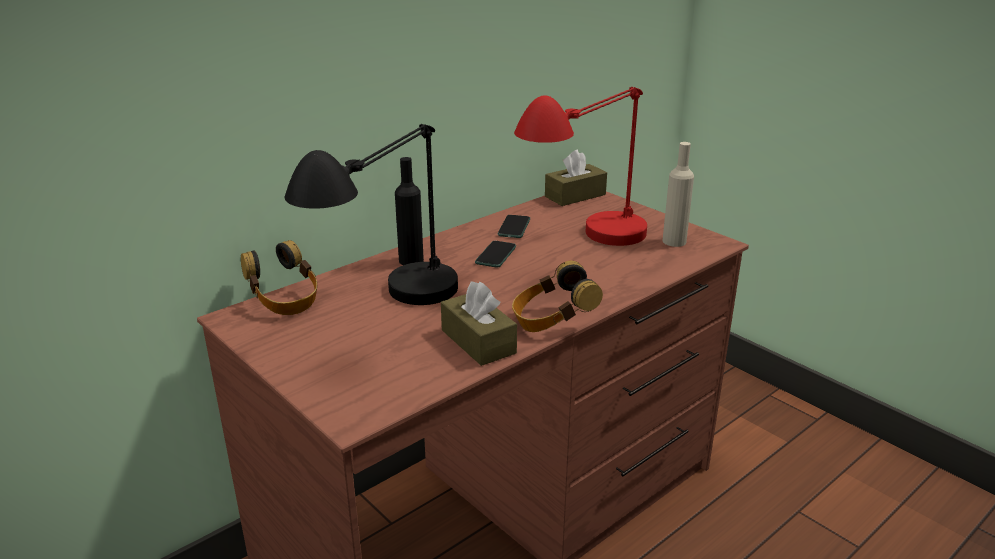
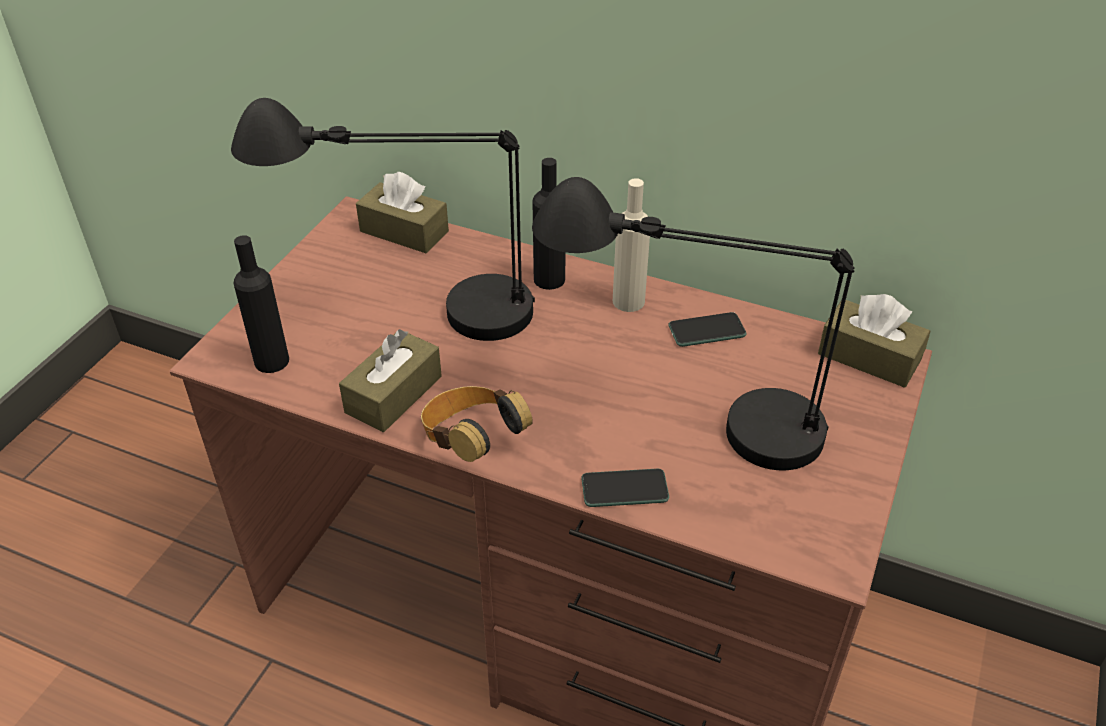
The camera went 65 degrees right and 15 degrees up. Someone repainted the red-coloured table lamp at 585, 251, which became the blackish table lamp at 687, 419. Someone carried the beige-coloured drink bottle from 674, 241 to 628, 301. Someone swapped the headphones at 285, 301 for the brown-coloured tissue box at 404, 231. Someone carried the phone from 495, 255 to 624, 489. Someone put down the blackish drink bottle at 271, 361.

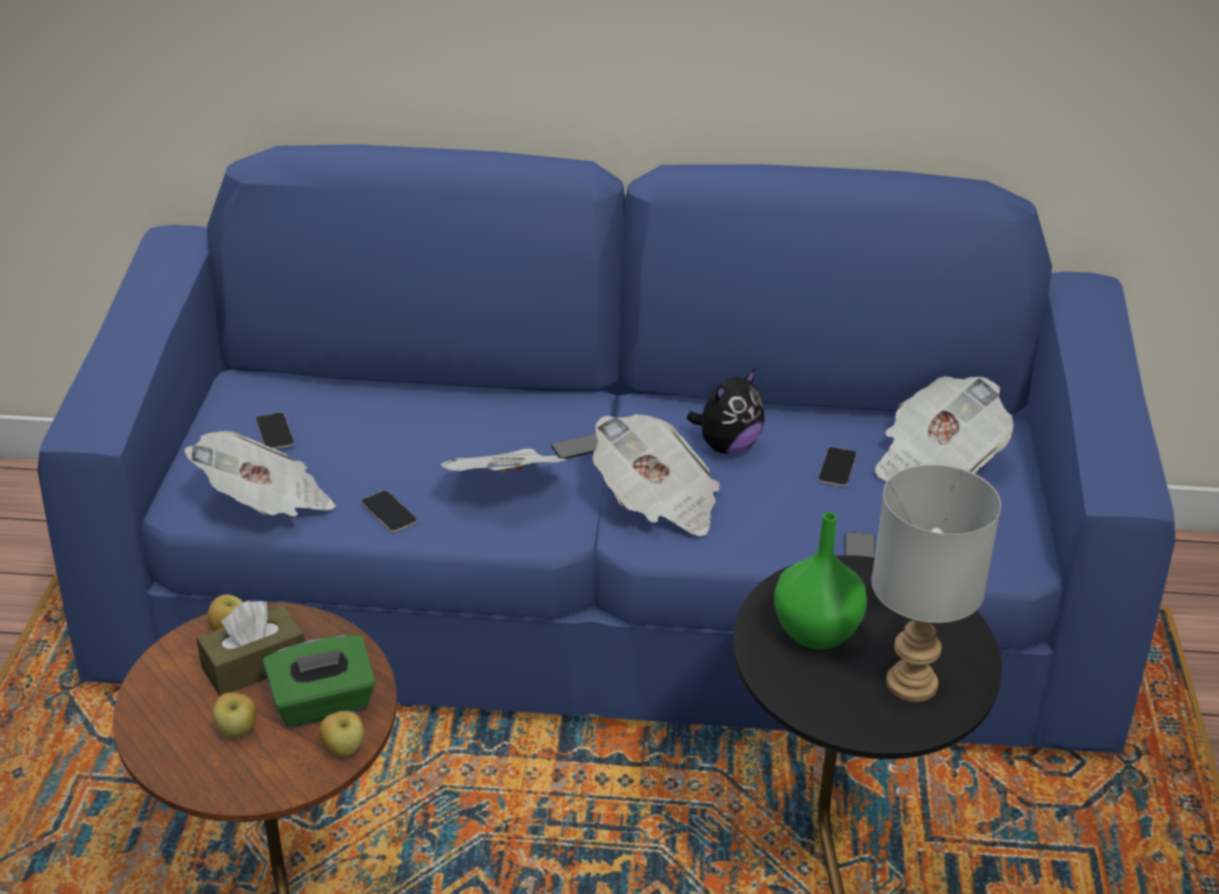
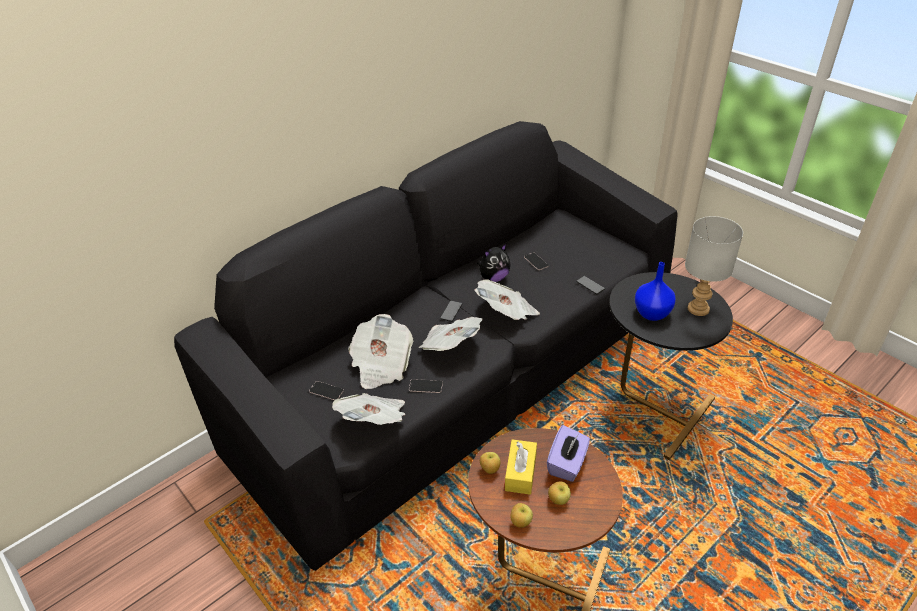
The camera went 45 degrees left and 5 degrees up. Someone repainted the blue-coloured couch at 610, 609, which became the blackish couch at 461, 376. Someone rotated the cuddly toy at 727, 446 by 60 degrees clockwise. Someone carried the printed paper from 935, 464 to 381, 365. Someone repainted the greenish vase at 817, 634, which became the blue-coloured vase at 653, 314. Someone repainted the brown-coloured tissue box at 254, 665, which became the yellow tissue box at 520, 473. Someone repainted the greenish tissue box at 323, 704, which became the purplish tissue box at 567, 464. Someone carried the whole apple from 344, 750 to 520, 522.

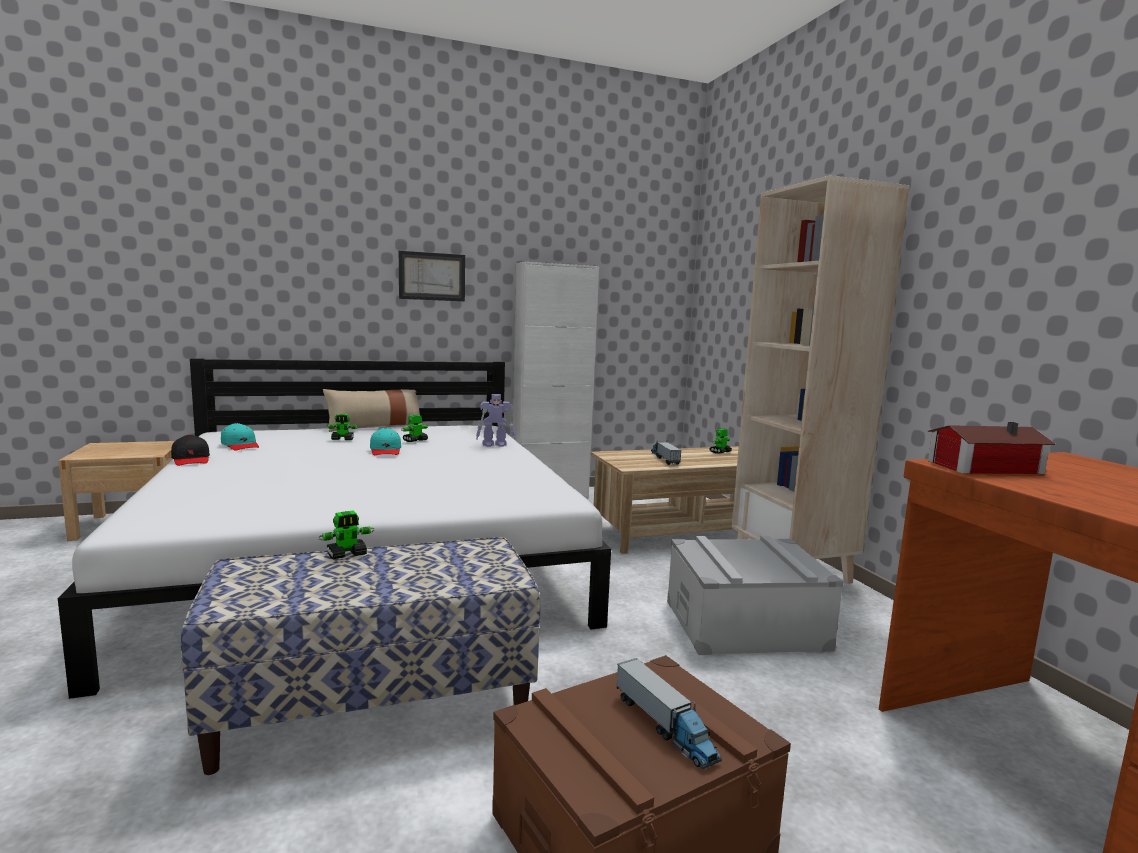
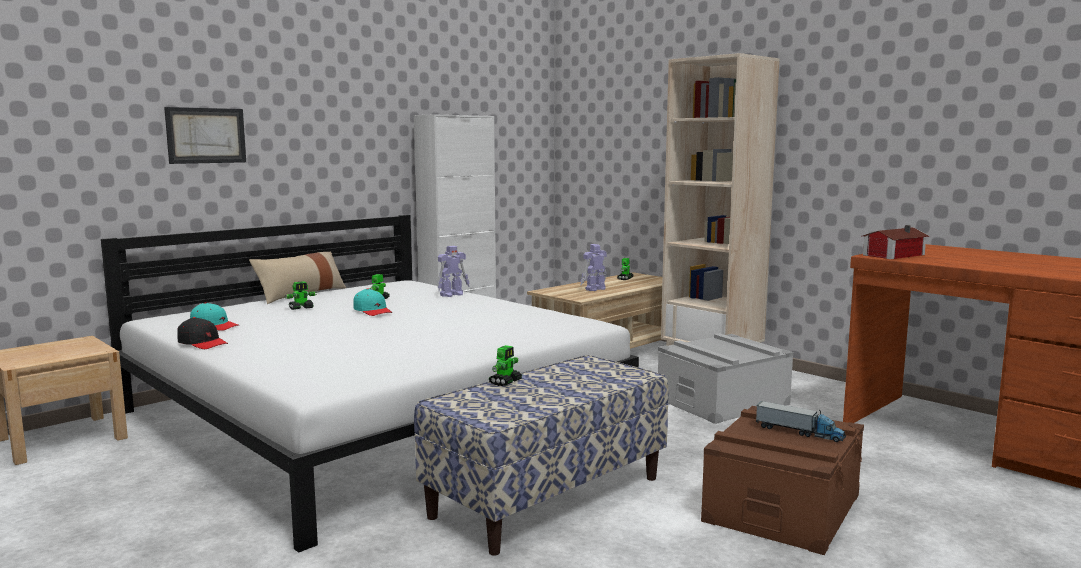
The camera went 25 degrees left and 0 degrees up. Someone carried the wall art from 432, 276 to 206, 135. Someone swapped the toy lorry at 664, 459 for the toy robot at 594, 289.

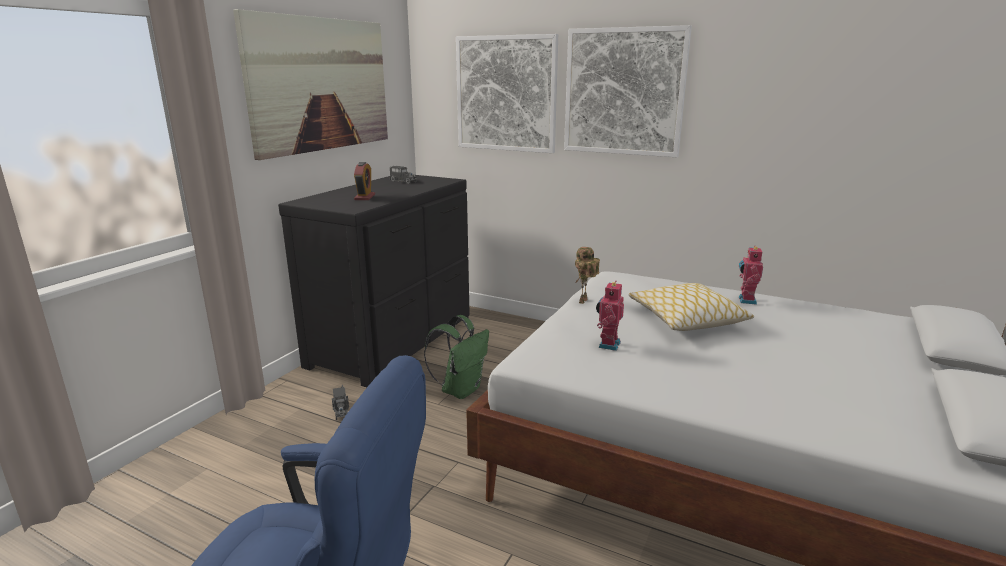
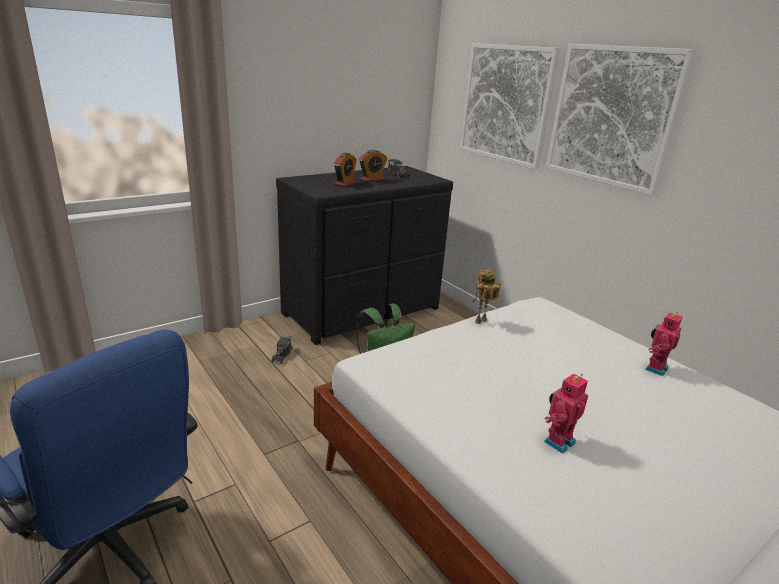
The camera went 25 degrees right and 5 degrees up. Someone took away the wall art at 320, 84. Someone carried the toy robot from 607, 344 to 557, 441. Someone took away the pillow at 686, 319. Someone put down the bedside clock at 372, 179.

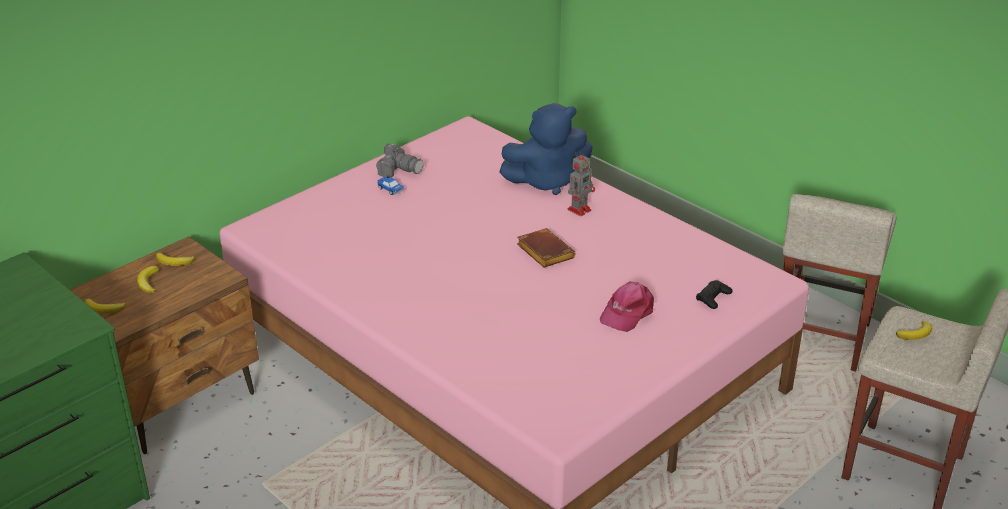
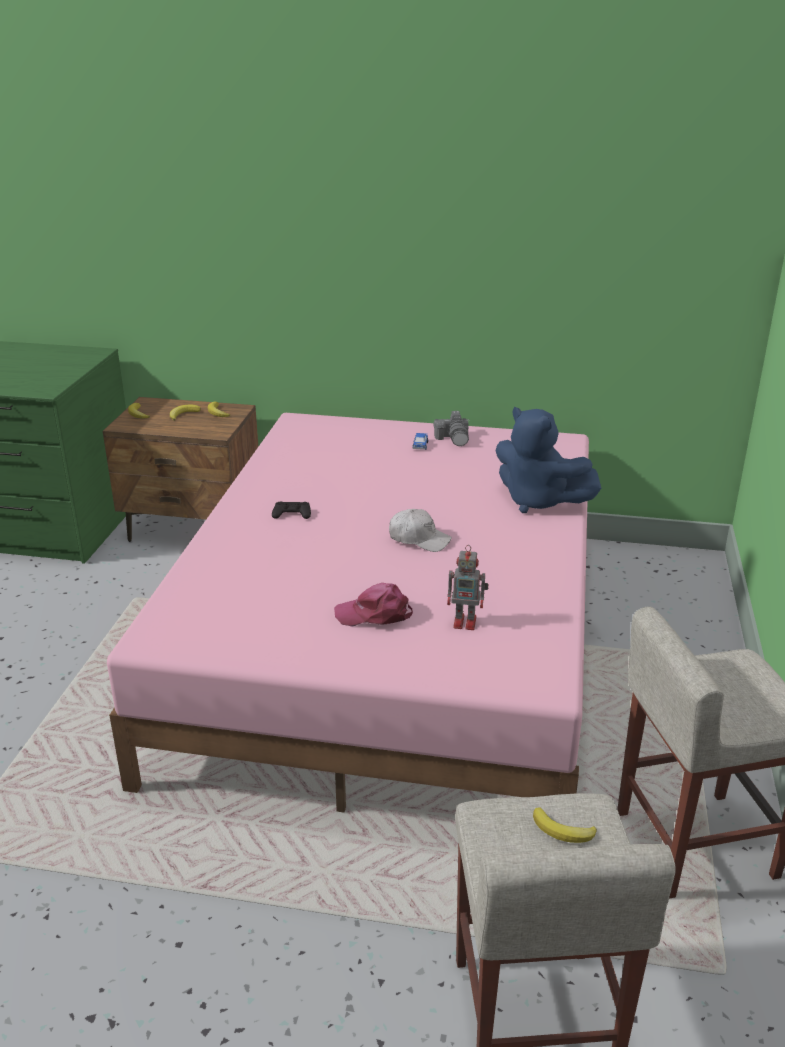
The camera went 55 degrees right and 5 degrees down. Someone carried the toy robot from 580, 209 to 466, 622. Someone swapped the brown-coloured book at 543, 252 for the white peaked cap at 419, 539. Someone carried the blackish joypad from 713, 298 to 292, 514.

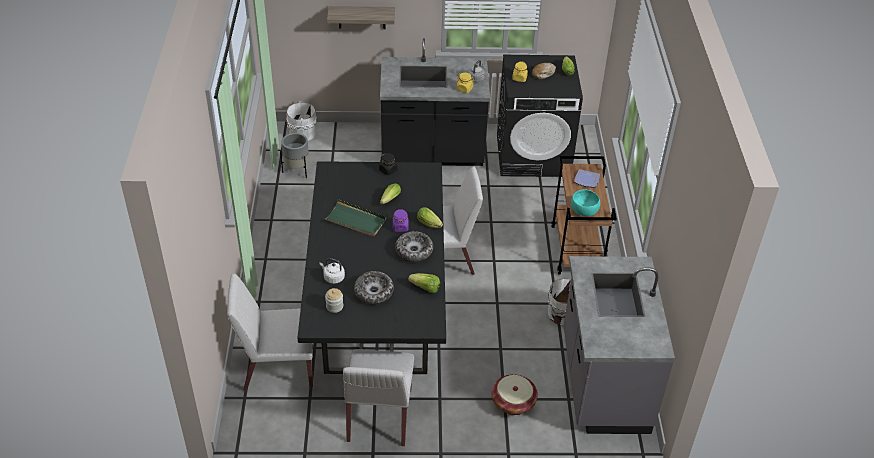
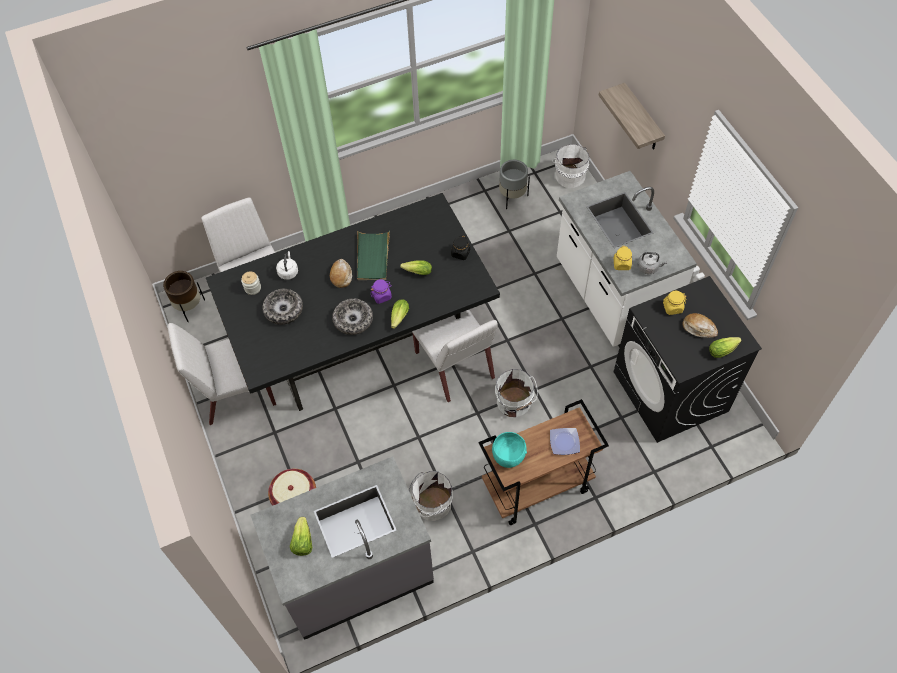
The camera went 70 degrees right and 15 degrees up. Someone repainted the blackish counter at 432, 153, which became the white counter at 611, 296. Someone carried the lettuce from 425, 288 to 302, 541. Someone put down the bakery bread at 341, 276. Someone put down the brown-coloured flower pot at 189, 307. Someone put down the white bucket at 514, 403.

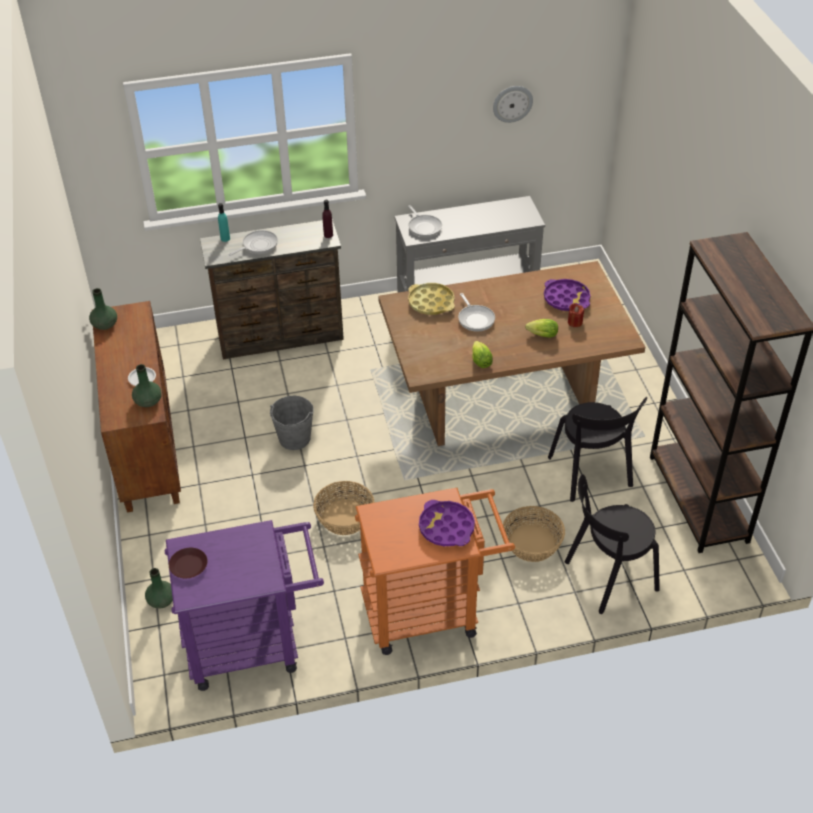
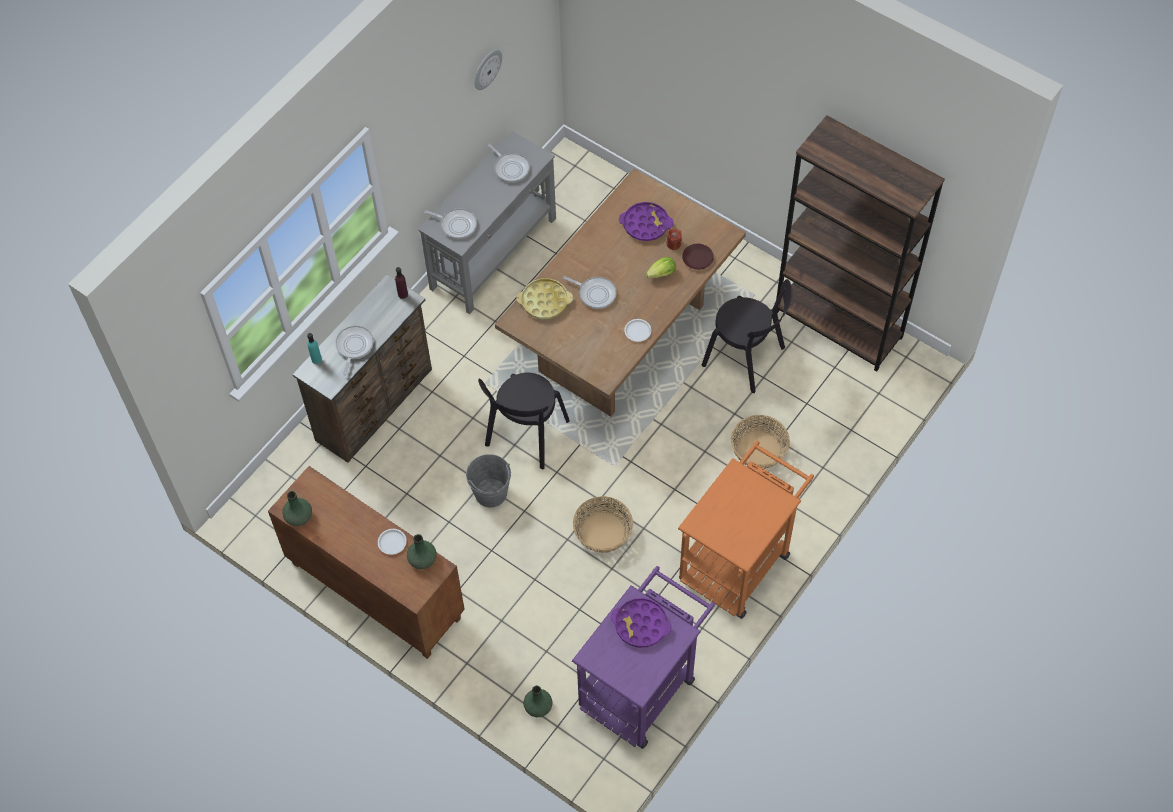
The camera went 40 degrees left and 15 degrees up. Someone swapped the lettuce at 480, 360 for the white dinner plate at 637, 331. Someone carried the blackish chair from 607, 577 to 525, 436. Someone carried the purplish tray from 446, 527 to 641, 625. Someone carried the brown-coloured dinner plate from 188, 565 to 697, 258. Someone put down the frying pan at 510, 168.

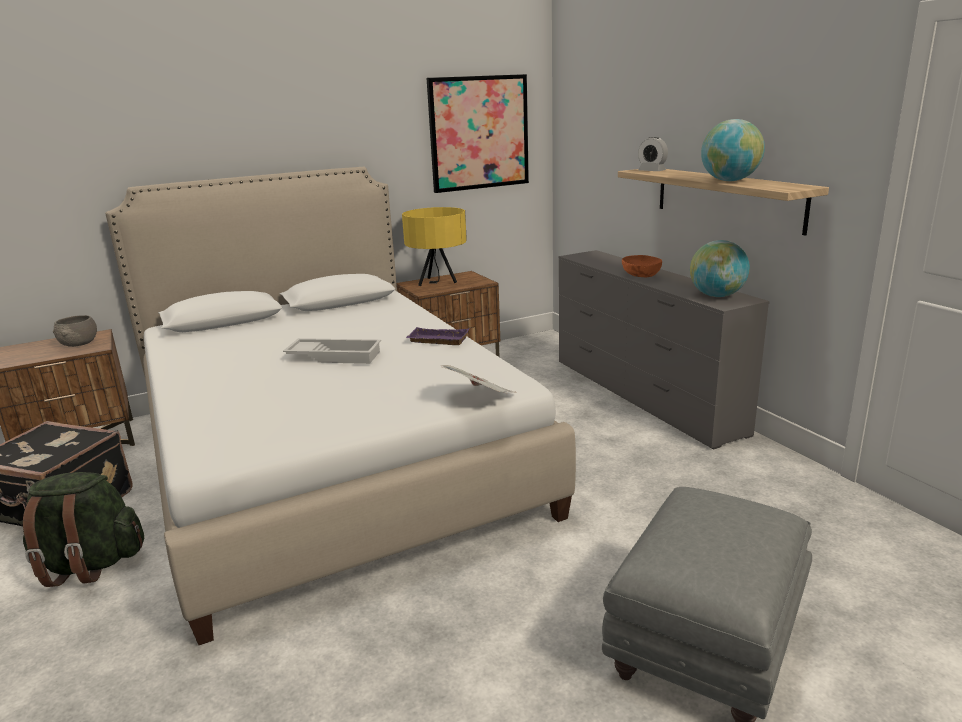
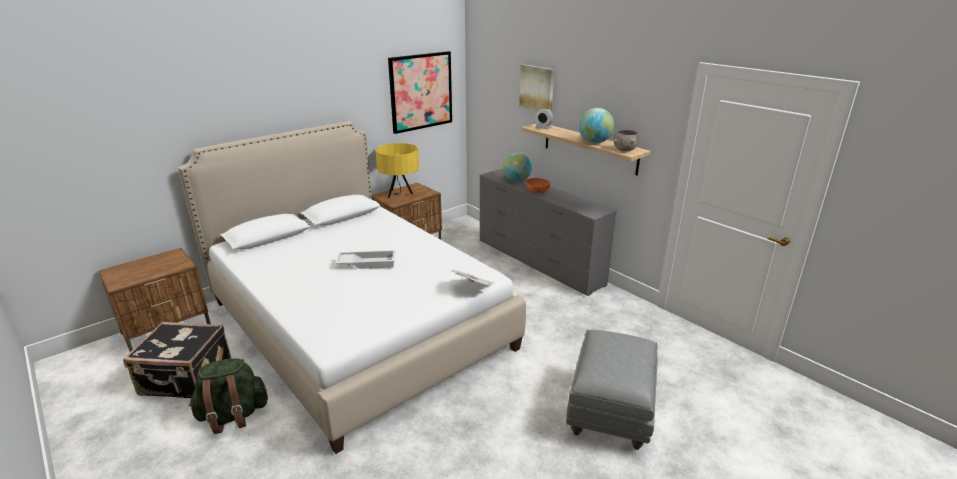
The camera went 15 degrees left and 5 degrees up. Someone carried the world globe from 717, 296 to 517, 181. Someone carried the greyish serving bowl from 79, 344 to 625, 149. Someone took away the purplish tray at 437, 341. Someone put up the wall art at 537, 88.

